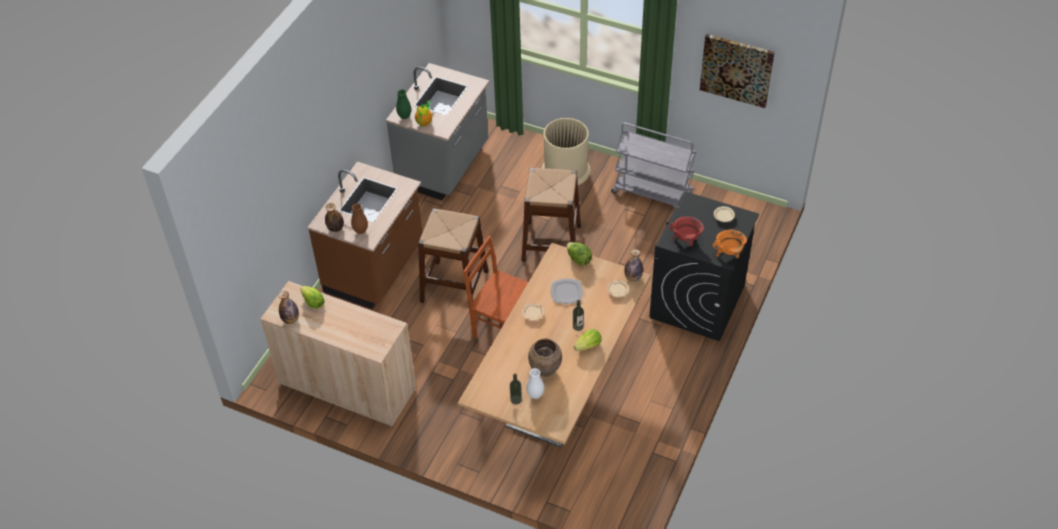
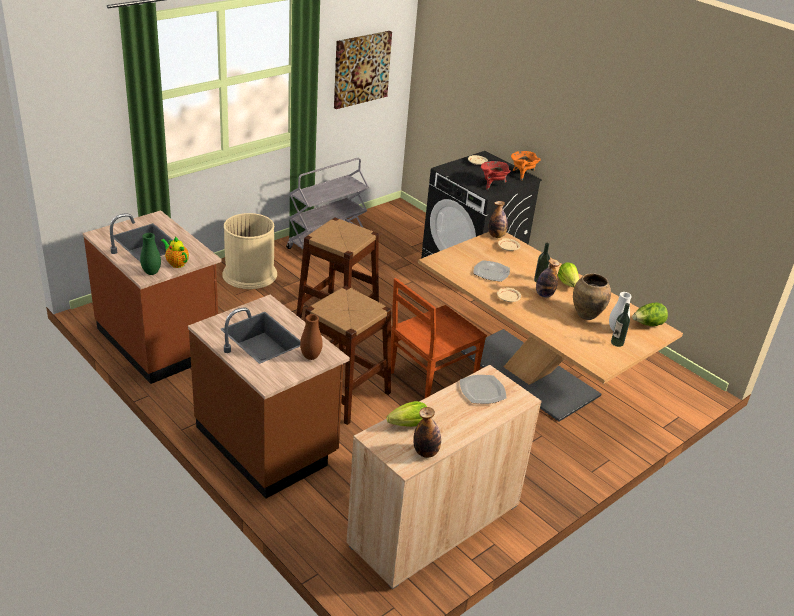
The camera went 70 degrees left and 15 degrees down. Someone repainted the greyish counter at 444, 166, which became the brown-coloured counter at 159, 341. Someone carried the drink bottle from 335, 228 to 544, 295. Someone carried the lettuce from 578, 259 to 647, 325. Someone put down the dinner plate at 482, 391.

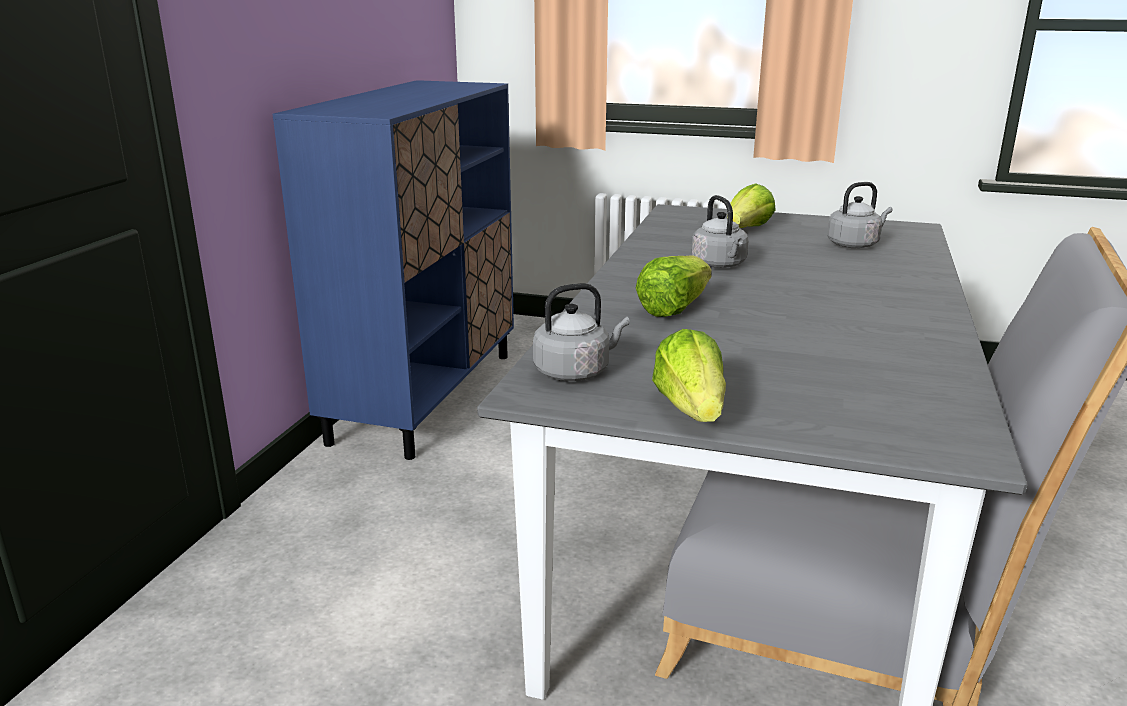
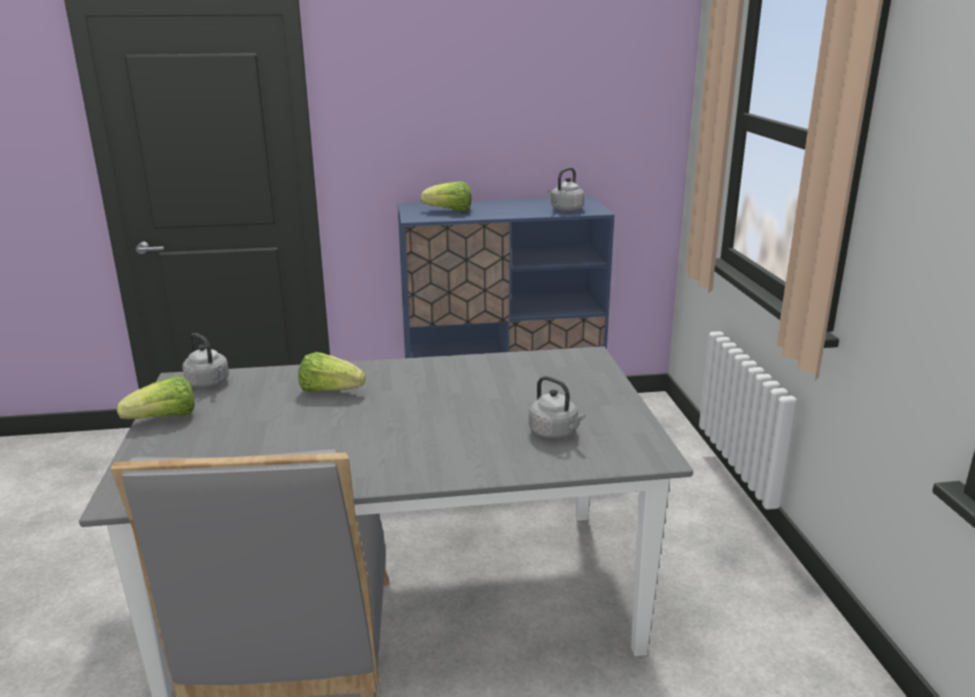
The camera went 65 degrees right and 0 degrees up. Someone carried the lettuce from 747, 230 to 449, 211. Someone carried the greyish water kettle from 720, 265 to 565, 210.

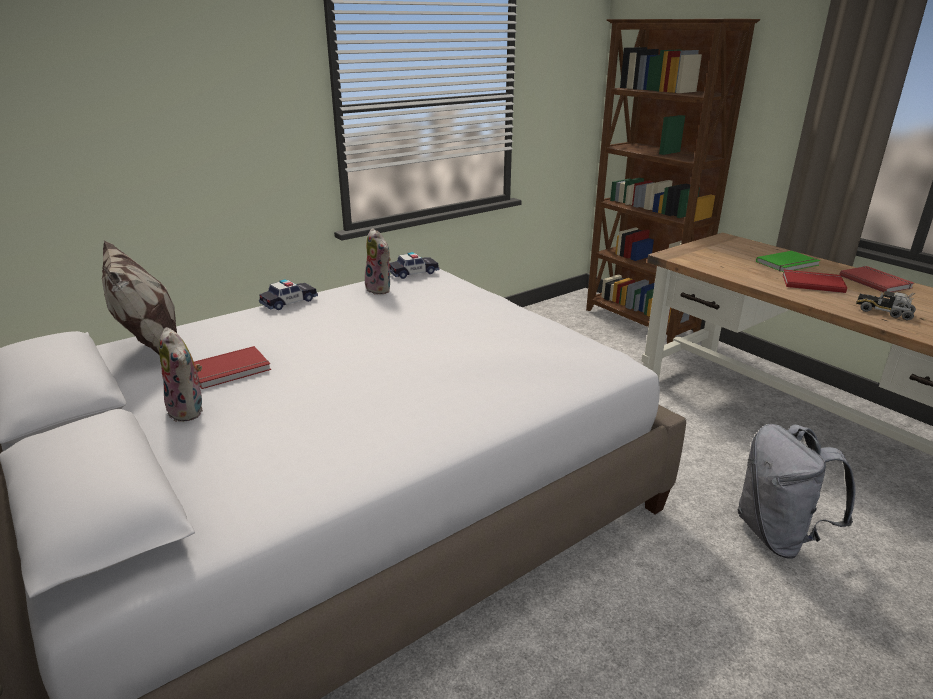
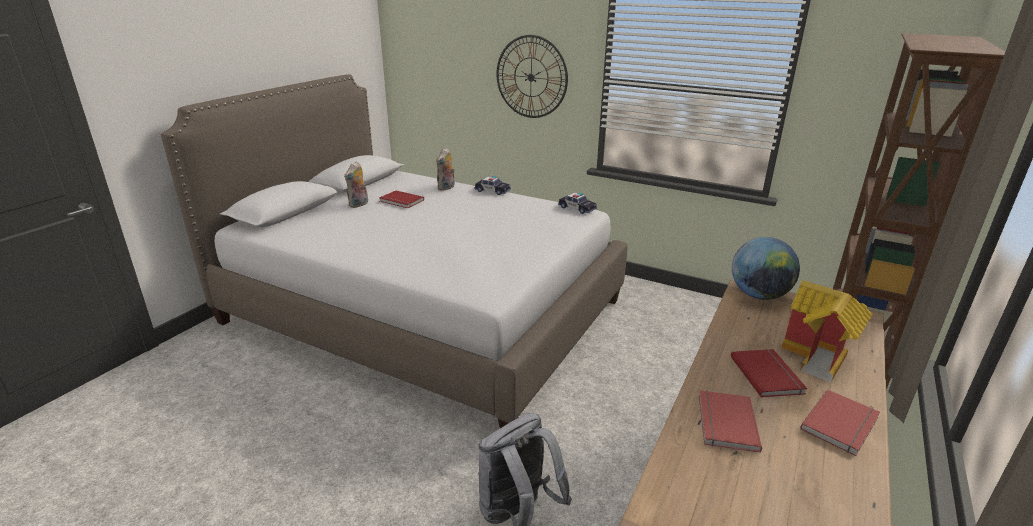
The camera went 65 degrees right and 0 degrees up. Someone carried the cuddly toy from 380, 289 to 446, 188. Someone took away the pillow at 152, 350. Someone swapped the greenish book at 788, 264 for the toy house at 819, 359. Someone swapped the toy lorry at 883, 312 for the red-coloured book at 725, 422. Someone put up the clock on the wall at 531, 77. Someone put down the world globe at 759, 295.

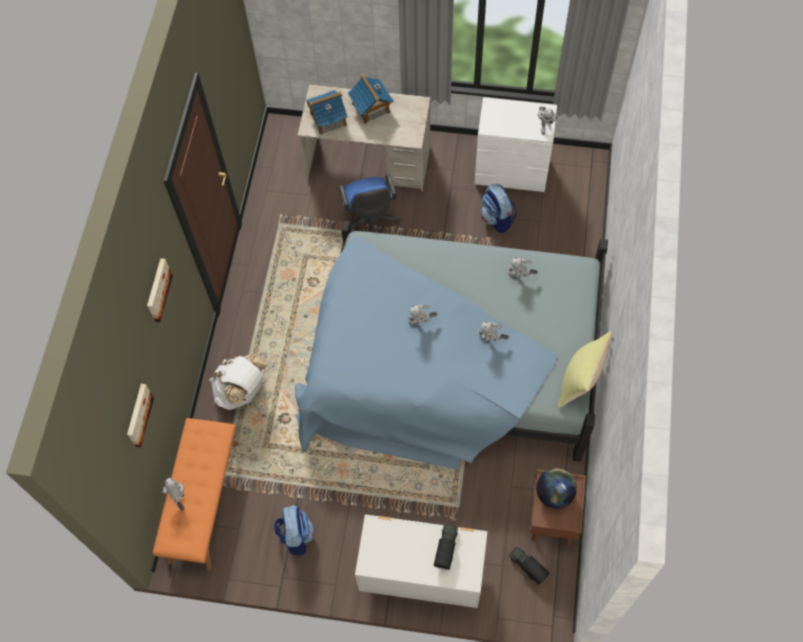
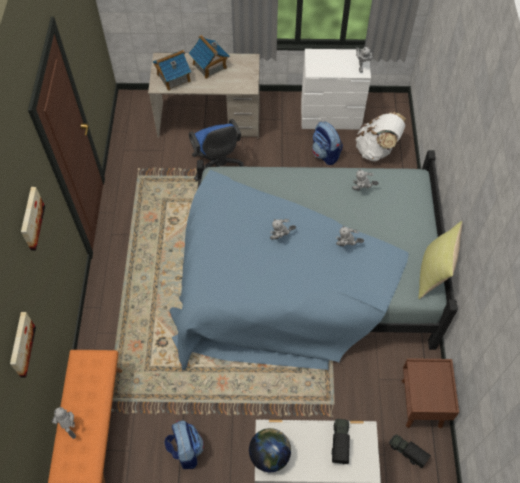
The camera went 10 degrees left and 5 degrees down. Someone carried the white rucksack from 242, 390 to 376, 150. Someone carried the world globe from 554, 494 to 269, 455.

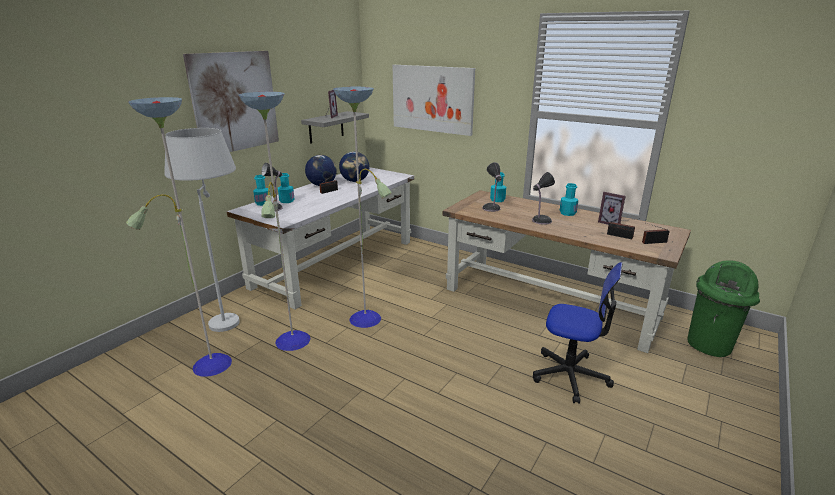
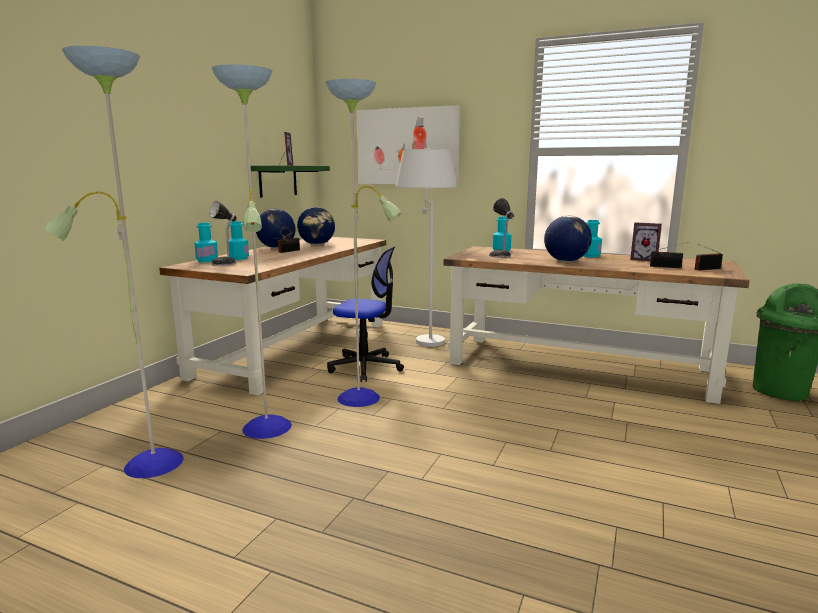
The camera went 10 degrees left and 10 degrees down. Someone took away the wall art at 235, 102. Someone repainted the greyish bracket shelf at 326, 127, which became the greenish bracket shelf at 278, 181. Someone carried the white standing lamp from 228, 315 to 425, 337. Someone repainted the white desk table at 336, 263, which became the brown-coloured desk table at 296, 348. Someone swapped the table lamp at 540, 221 for the world globe at 565, 261. Someone carried the computer chair from 570, 375 to 366, 367.

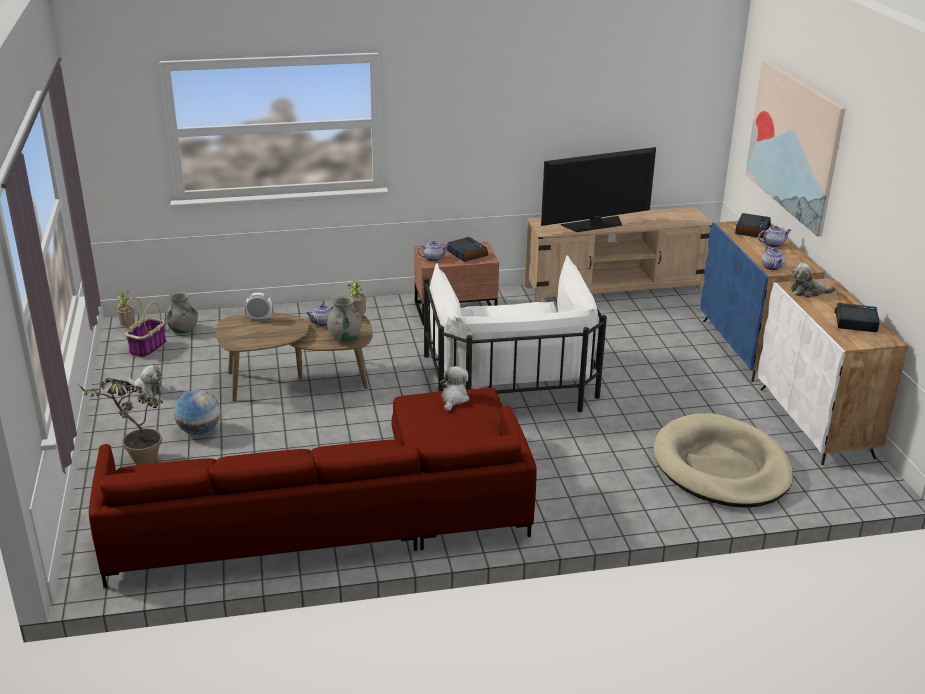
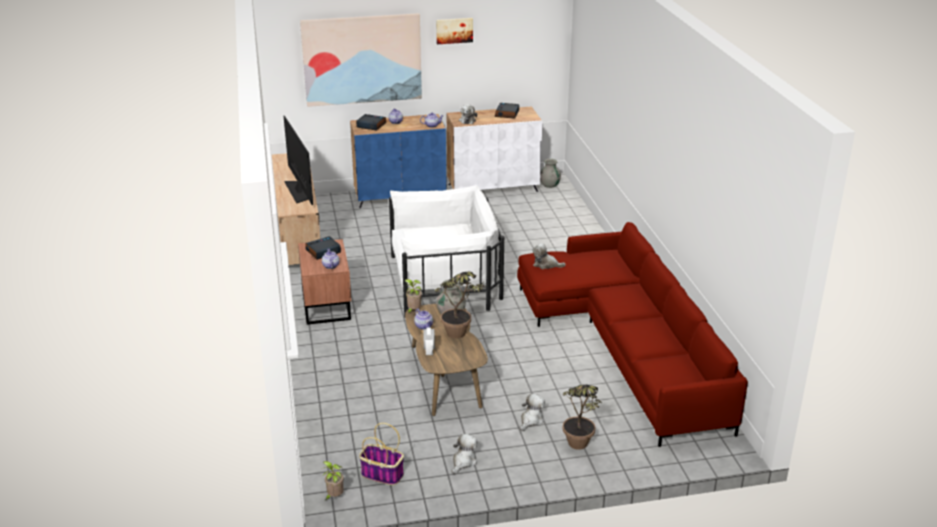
The camera went 90 degrees left and 0 degrees up. Someone carried the greyish vase from 183, 330 to 549, 185. Someone swapped the world globe at 199, 431 for the cuddly toy at 531, 420. Someone took away the beige-coloured dog bed at 721, 467. Someone put up the wall art at 454, 30. Someone put down the houseplant at 460, 336.

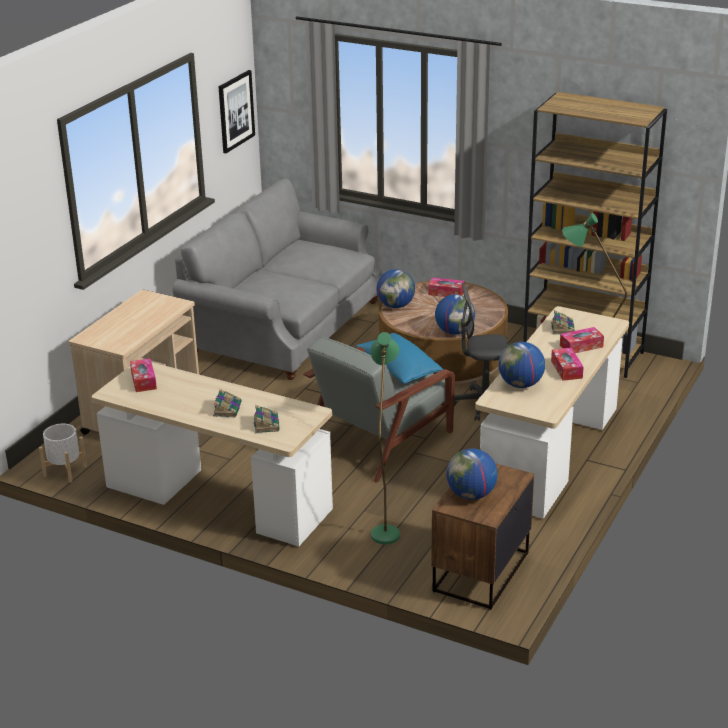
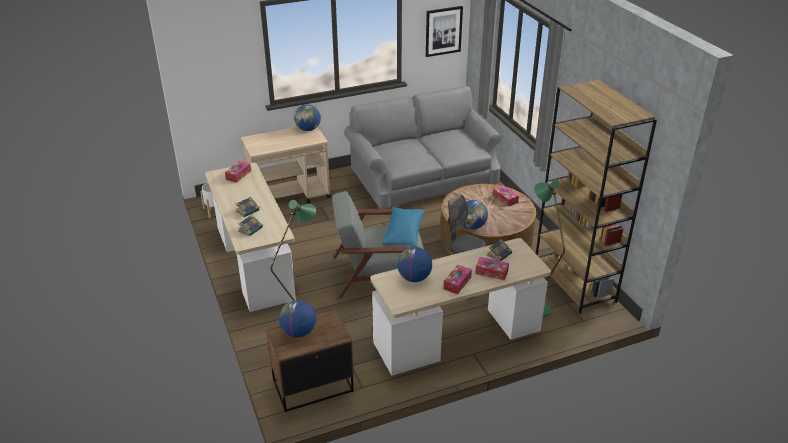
The camera went 40 degrees right and 5 degrees up. Someone carried the world globe from 396, 306 to 308, 129.

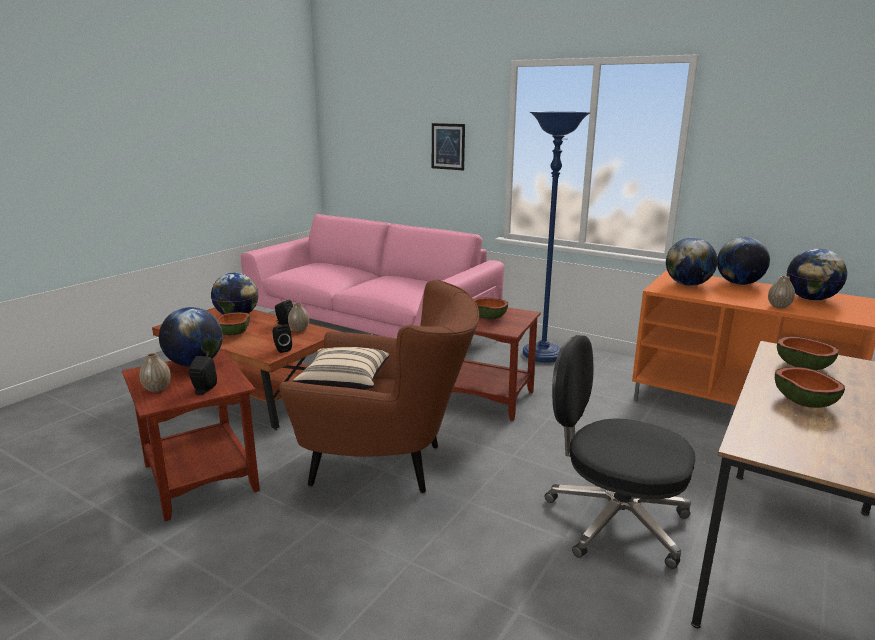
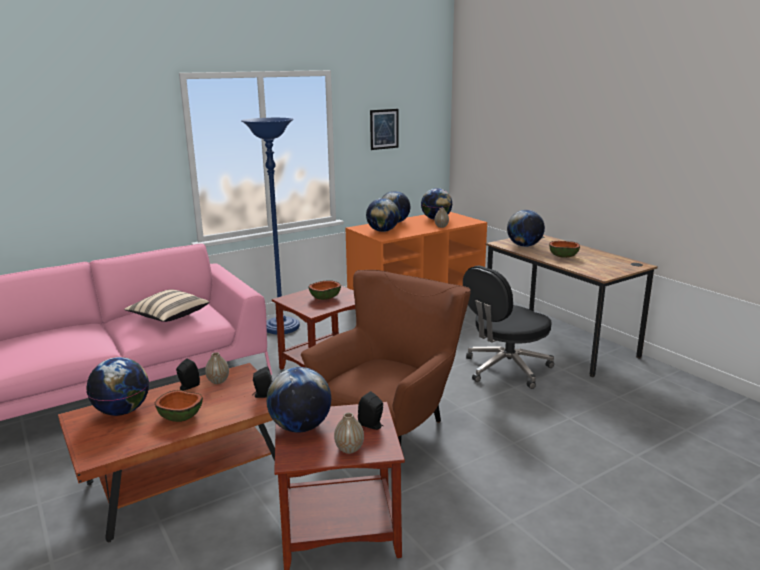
The camera went 65 degrees left and 0 degrees up. Someone carried the wall art from 448, 146 to 384, 129. Someone swapped the serving bowl at 802, 366 for the world globe at 524, 246. Someone carried the beige-coloured pillow from 344, 381 to 168, 317.

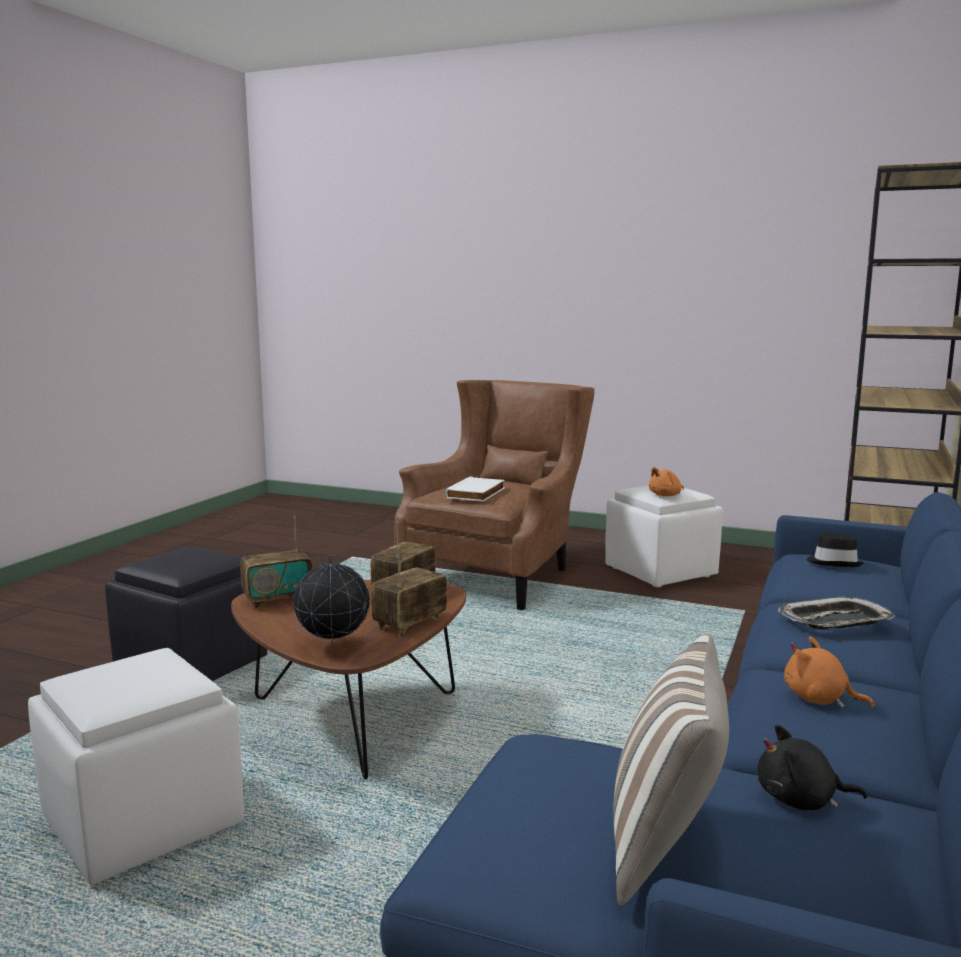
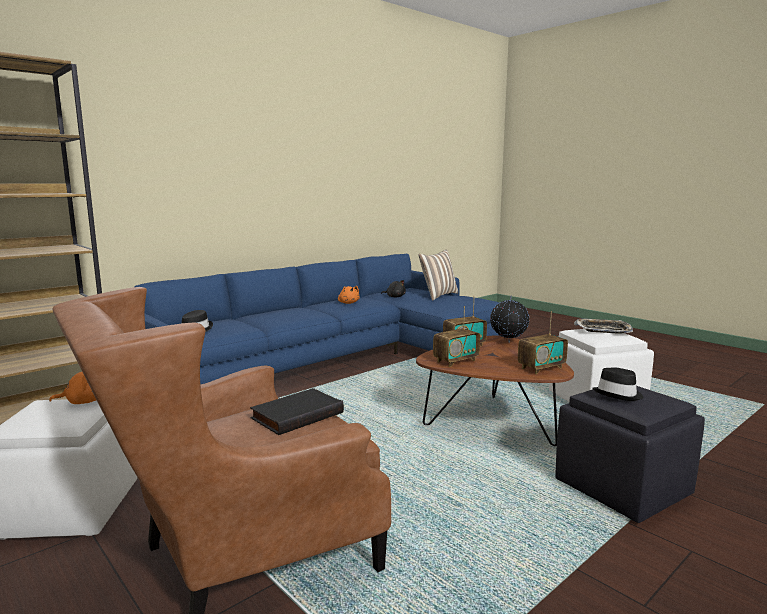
The camera went 155 degrees left and 0 degrees up. Someone repainted the white book at 477, 493, which became the blackish book at 297, 415. Someone rotated the radio at 277, 600 by 150 degrees clockwise. Someone carried the tray from 835, 622 to 603, 330. Someone put down the blackish hat at 618, 394.

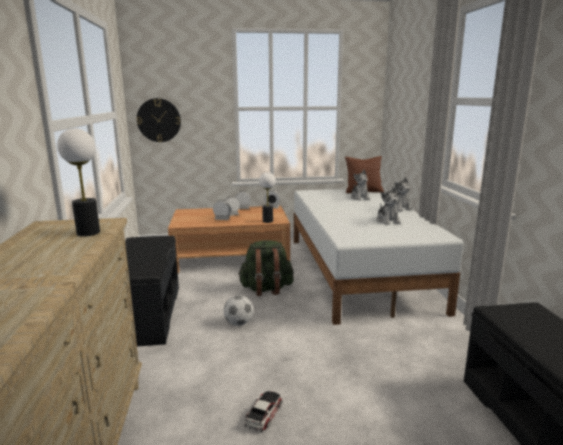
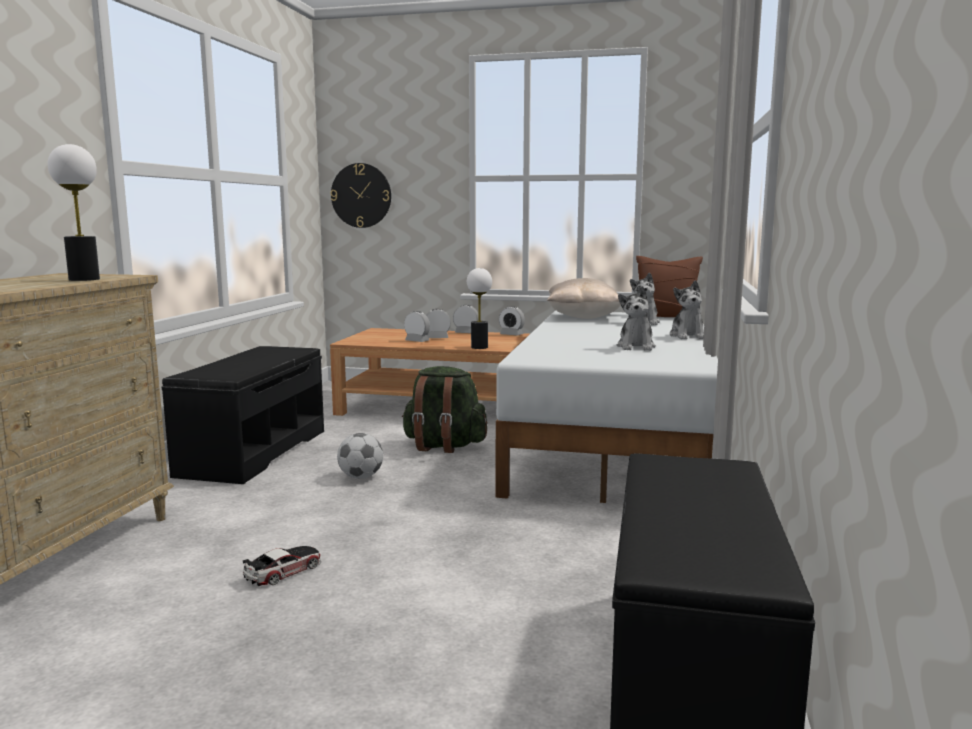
The camera went 20 degrees right and 5 degrees down. Someone put down the beige-coloured pillow at 583, 317.

